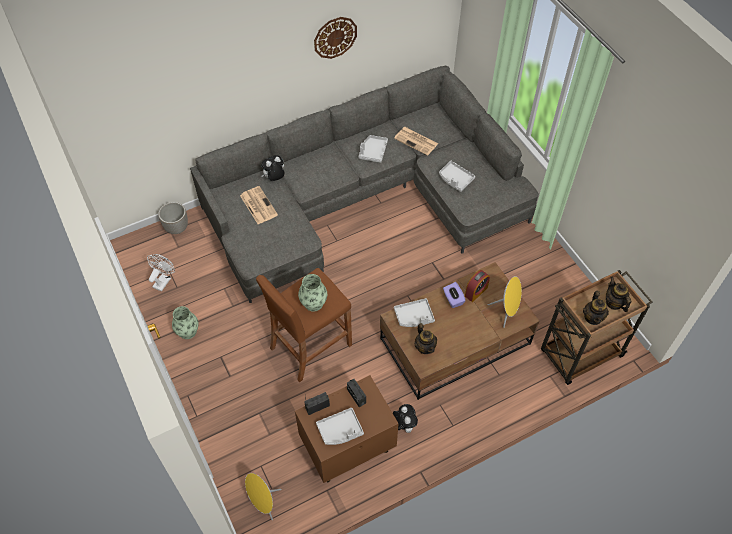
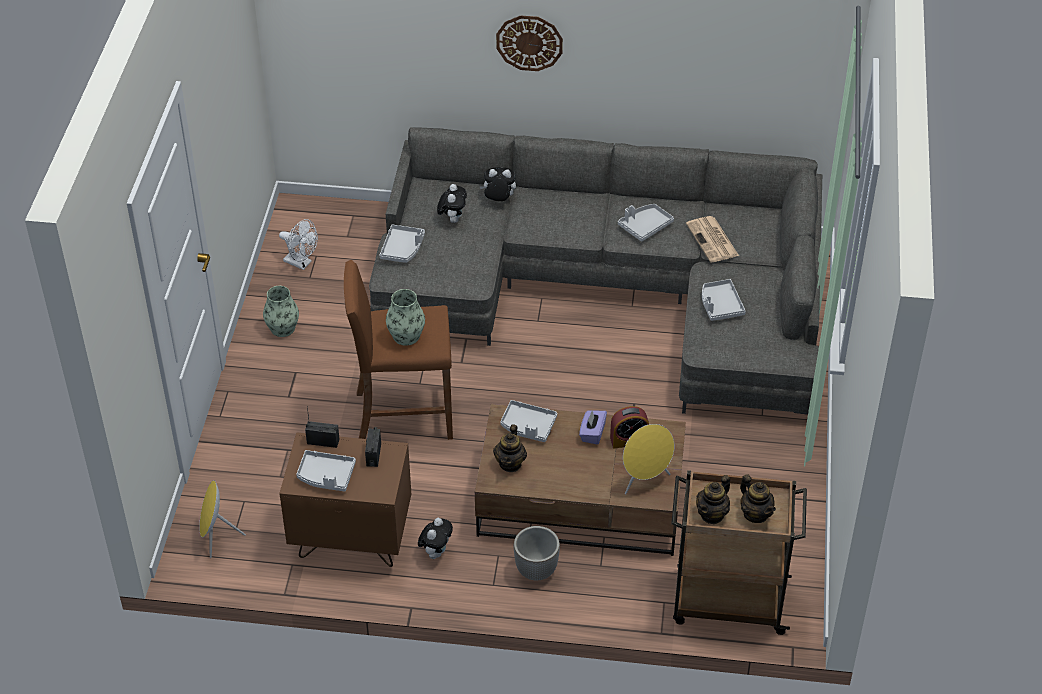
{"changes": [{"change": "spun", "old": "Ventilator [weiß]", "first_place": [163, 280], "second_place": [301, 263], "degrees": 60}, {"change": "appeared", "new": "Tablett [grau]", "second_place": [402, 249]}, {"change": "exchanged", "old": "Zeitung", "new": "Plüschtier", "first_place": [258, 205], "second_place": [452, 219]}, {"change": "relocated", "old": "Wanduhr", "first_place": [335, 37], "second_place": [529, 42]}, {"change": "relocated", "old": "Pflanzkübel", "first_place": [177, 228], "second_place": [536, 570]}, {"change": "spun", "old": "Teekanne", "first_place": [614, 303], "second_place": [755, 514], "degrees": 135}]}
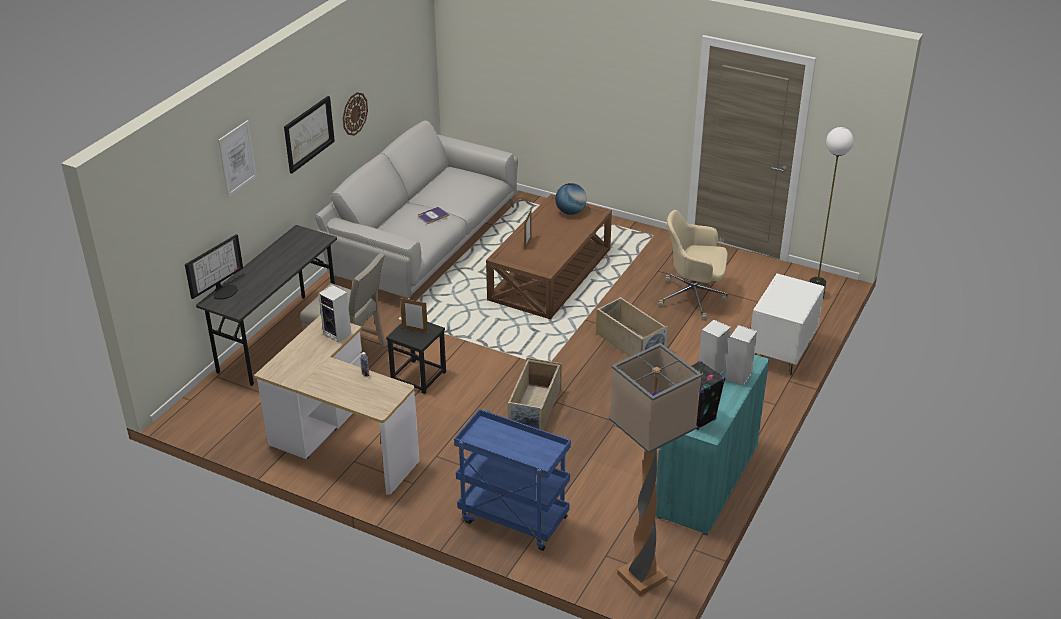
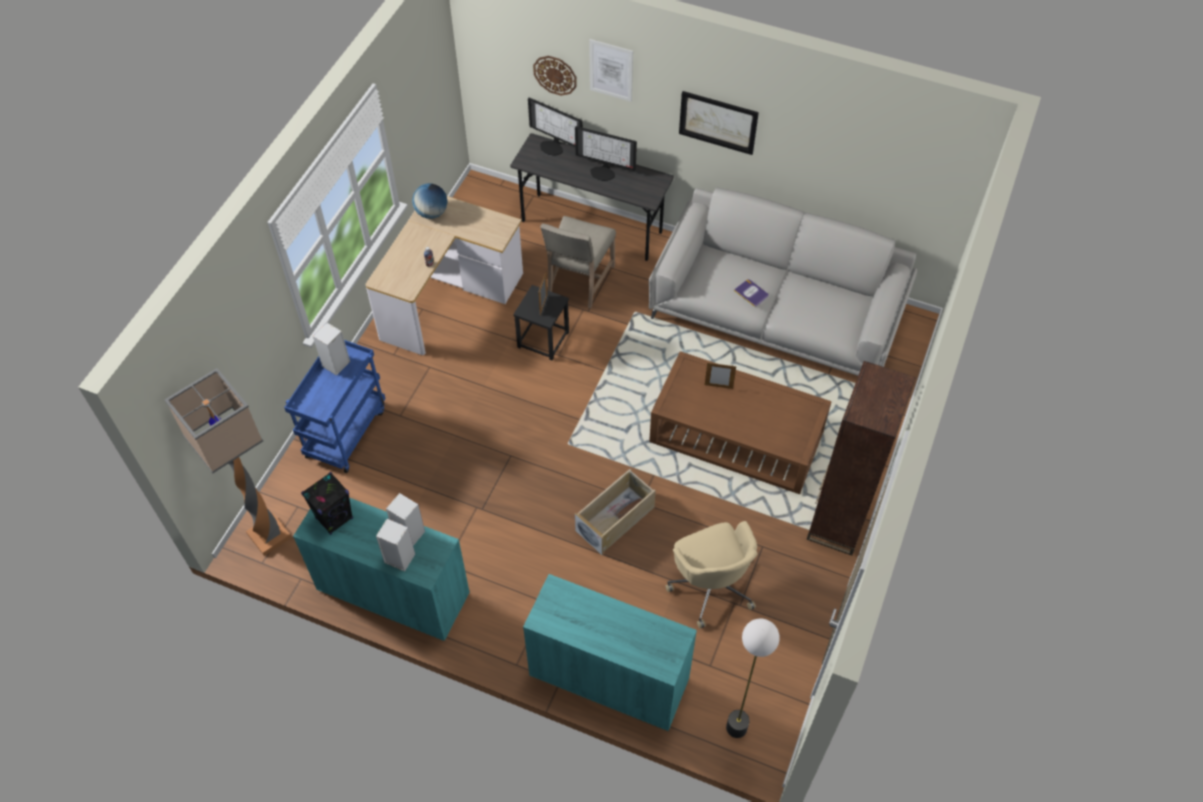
{"changes": [{"change": "relocated", "old": "Lautsprecher", "first_place": [338, 333], "second_place": [336, 365]}, {"change": "relocated", "old": "Globus", "first_place": [570, 212], "second_place": [431, 213]}, {"change": "exchanged", "old": "Nachttisch [weiß]", "new": "Schrank [türkis]", "first_place": [781, 354], "second_place": [609, 677]}, {"change": "relocated", "old": "Wanduhr", "first_place": [354, 113], "second_place": [555, 75]}, {"change": "appeared", "new": "Monitor", "second_place": [603, 171]}, {"change": "spun", "old": "Bürostuhl [beige]", "first_place": [693, 297], "second_place": [711, 585], "degrees": 150}, {"change": "appeared", "new": "Bücherregal [braun]", "second_place": [838, 519]}, {"change": "missing", "old": "Aufbewahrungsbox [beige]", "first_place": [534, 409]}]}
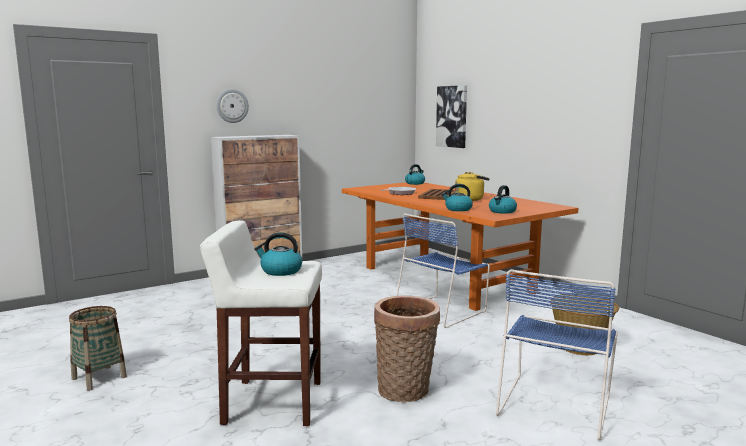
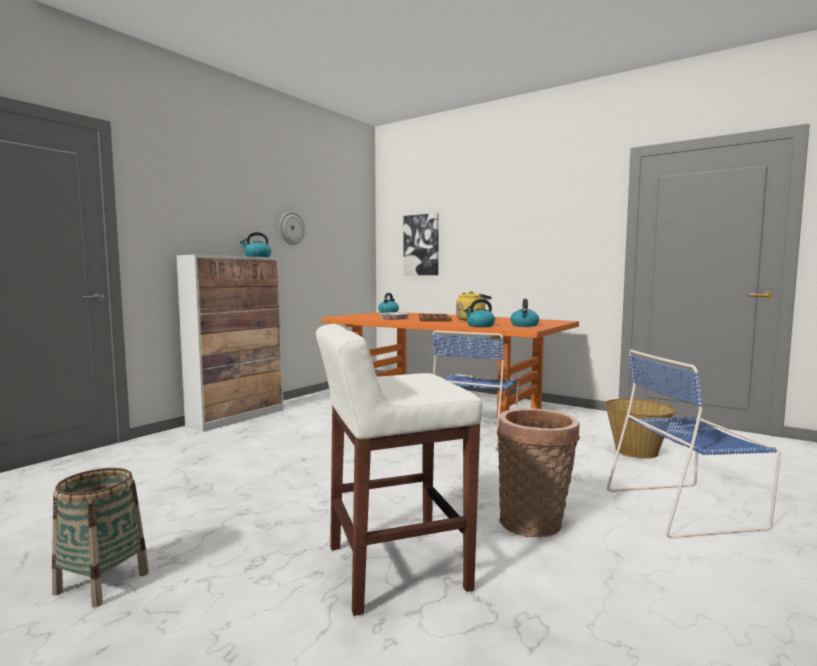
{"changes": [{"change": "relocated", "old": "Wasserkessel", "first_place": [280, 271], "second_place": [257, 257]}, {"change": "relocated", "old": "Wanduhr", "first_place": [232, 105], "second_place": [291, 228]}, {"change": "spun", "old": "Stuhl [blau]", "first_place": [555, 403], "second_place": [687, 508], "degrees": 75}]}
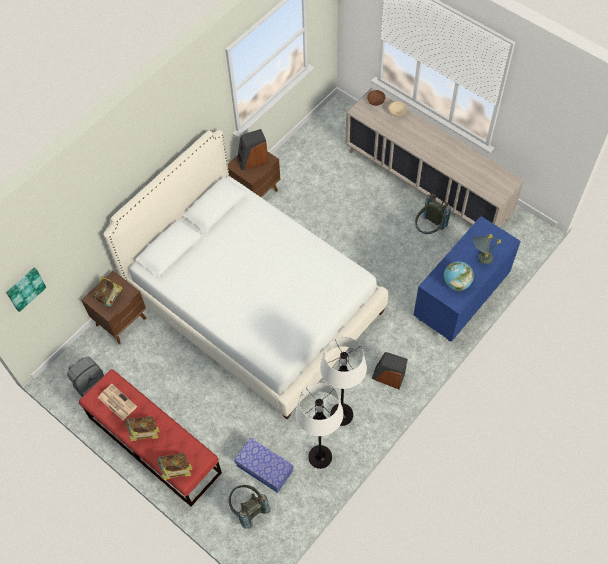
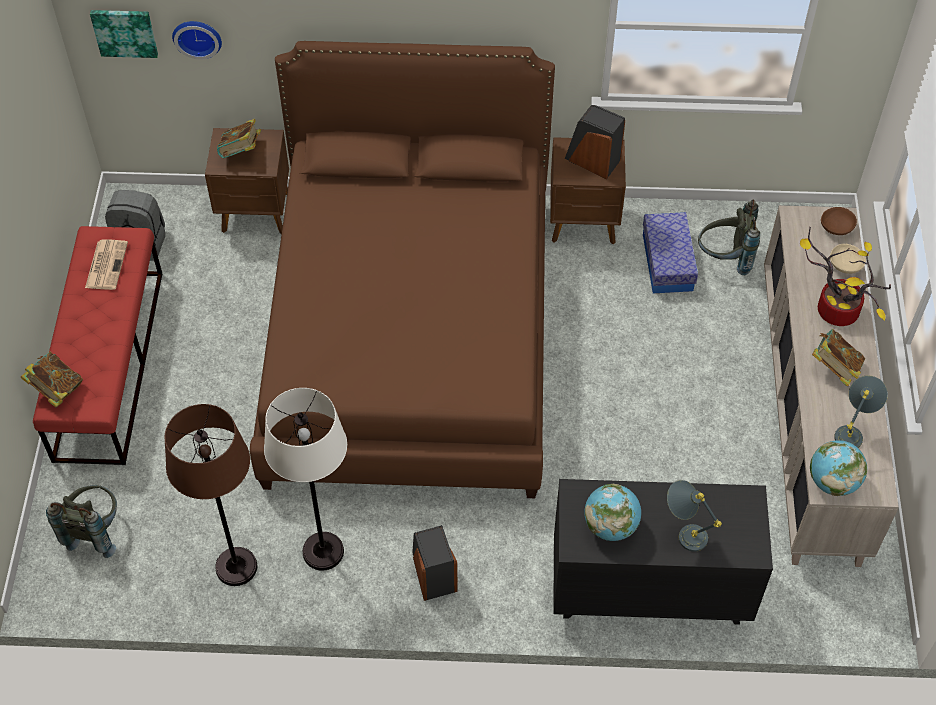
{"changes": [{"change": "colour", "old": "Stehlampe [weiß]", "new": "Stehlampe [braun]", "first_place": [320, 457], "second_place": [236, 567]}, {"change": "appeared", "new": "Wanduhr", "second_place": [197, 36]}, {"change": "colour", "old": "Bett [weiß]", "new": "Bett [braun]", "first_place": [255, 303], "second_place": [410, 335]}, {"change": "colour", "old": "Kommode [blau]", "new": "Kommode [schwarz]", "first_place": [460, 300], "second_place": [648, 588]}, {"change": "relocated", "old": "Aufbewahrungsbox", "first_place": [264, 468], "second_place": [667, 262]}, {"change": "relocated", "old": "Rucksack [grau]", "first_place": [429, 229], "second_place": [724, 259]}, {"change": "appeared", "new": "Topfpflanze", "second_place": [833, 311]}, {"change": "appeared", "new": "Globus", "second_place": [832, 482]}, {"change": "relocated", "old": "Buch", "first_place": [143, 432], "second_place": [834, 368]}, {"change": "appeared", "new": "Tischlampe [grau]", "second_place": [853, 431]}]}
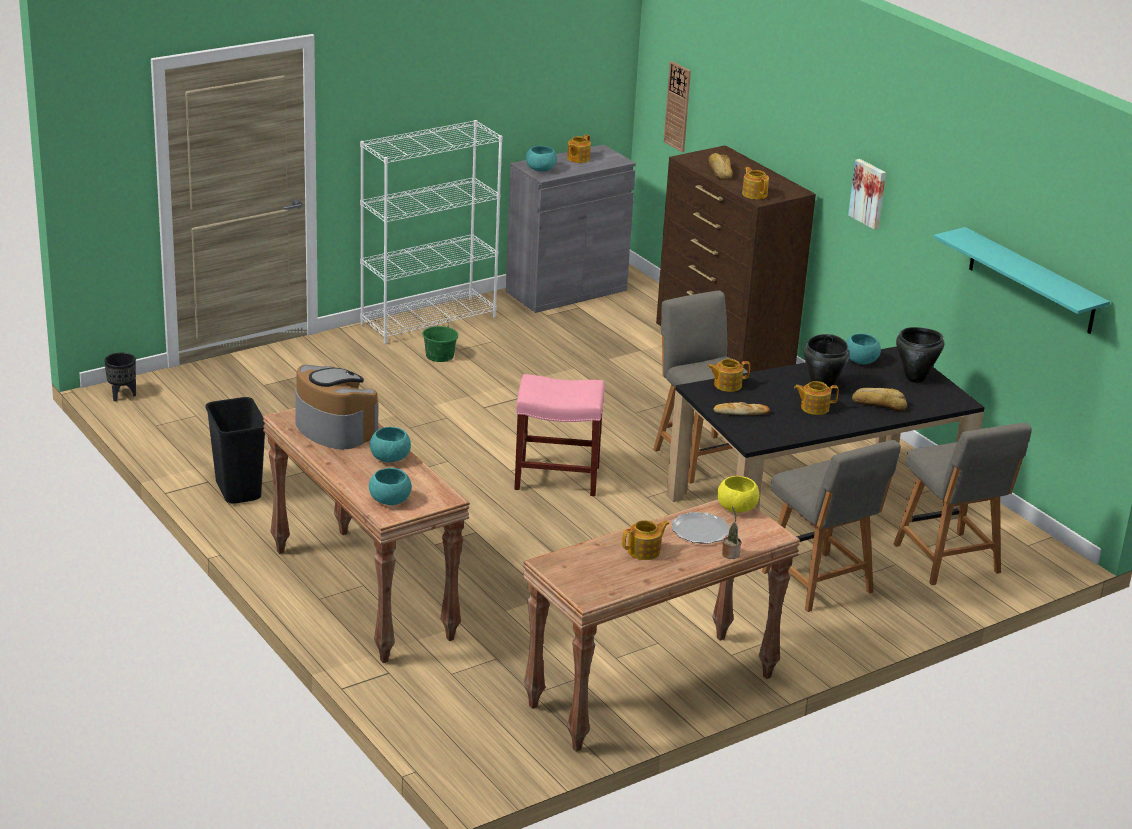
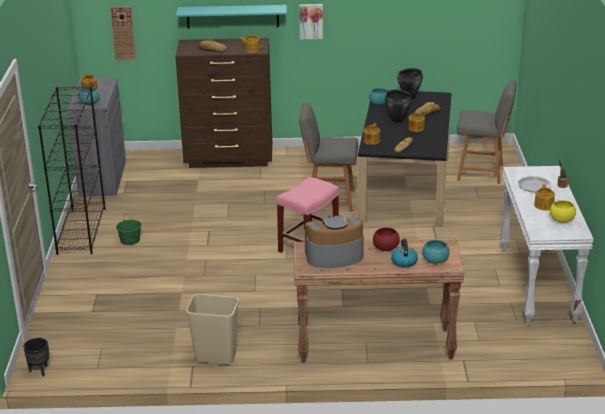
{"changes": [{"change": "colour", "old": "Bücherregal [weiß]", "new": "Bücherregal [schwarz]", "first_place": [429, 320], "second_place": [81, 230]}, {"change": "relocated", "old": "Wandregal [türkis]", "first_place": [1031, 281], "second_place": [232, 16]}, {"change": "colour", "old": "Mülleimer [schwarz]", "new": "Mülleimer [beige]", "first_place": [237, 490], "second_place": [215, 357]}, {"change": "colour", "old": "Schüssel [türkis]", "new": "Schüssel [rot]", "first_place": [390, 458], "second_place": [385, 248]}, {"change": "appeared", "new": "Wasserkessel", "second_place": [404, 261]}, {"change": "colour", "old": "Konsolentisch [braun]", "new": "Konsolentisch [weiß]", "first_place": [652, 692], "second_place": [538, 285]}, {"change": "relocated", "old": "Schüssel [gelb]", "first_place": [737, 508], "second_place": [561, 220]}, {"change": "missing", "old": "Stuhl [grau]", "first_place": [819, 584]}]}
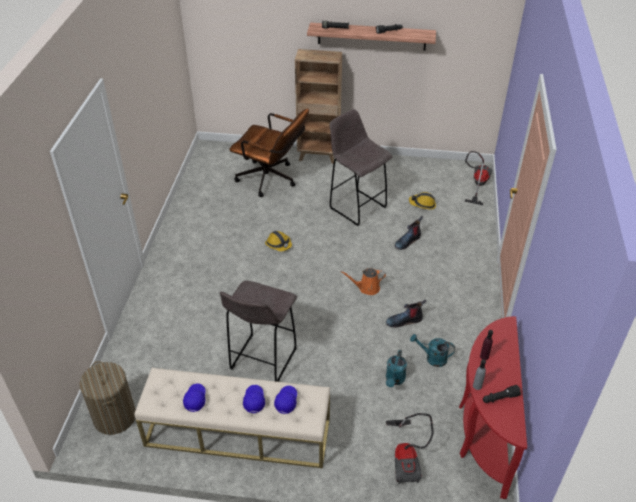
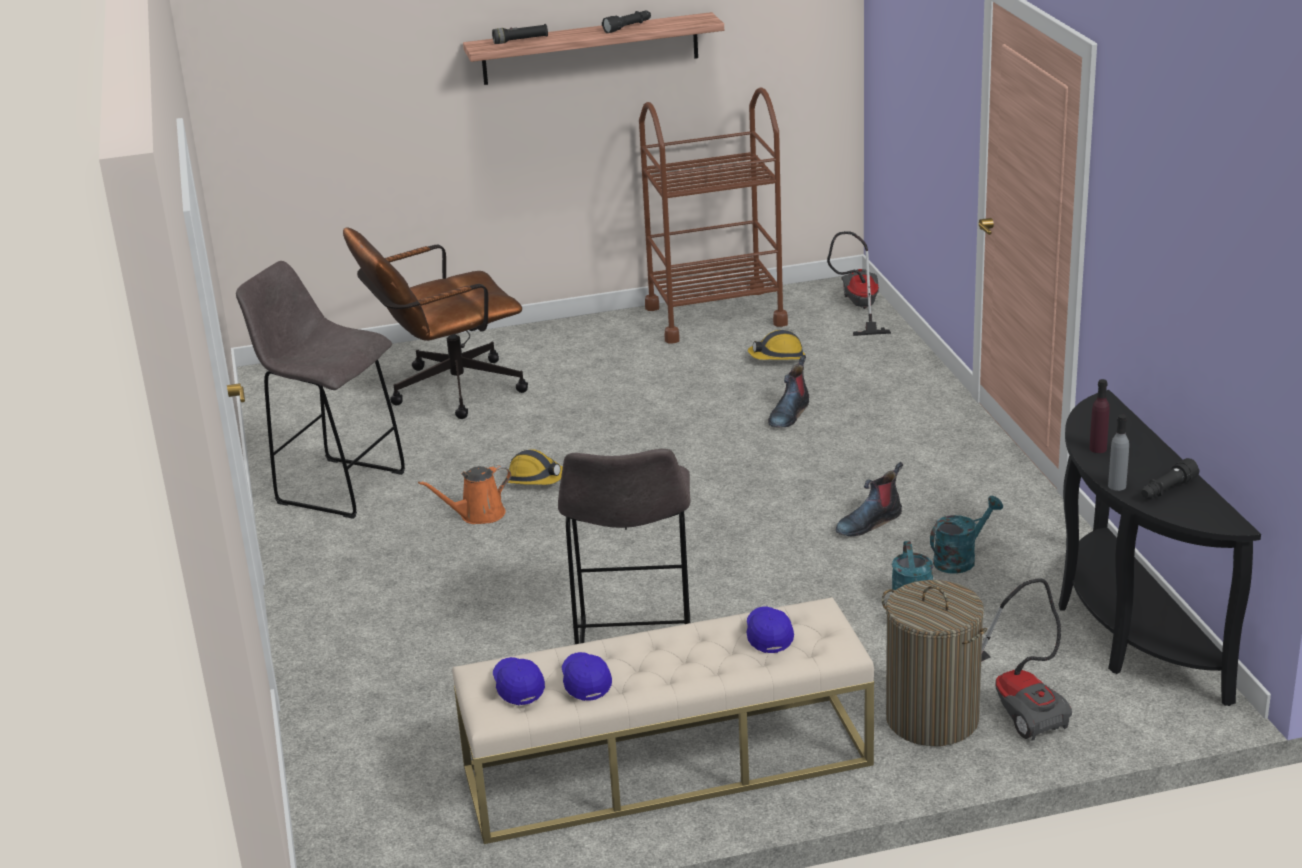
{"changes": [{"change": "relocated", "old": "Hocker [grau]", "first_place": [356, 207], "second_place": [337, 487]}, {"change": "spun", "old": "Bürostuhl [braun]", "first_place": [271, 180], "second_place": [445, 391], "degrees": 150}, {"change": "relocated", "old": "Gießkanne [orange]", "first_place": [367, 288], "second_place": [478, 515]}, {"change": "relocated", "old": "Kappe [blau]", "first_place": [254, 401], "second_place": [518, 687]}, {"change": "appeared", "new": "Rollwagen [braun]", "second_place": [715, 316]}, {"change": "relocated", "old": "Wäschekorb", "first_place": [114, 417], "second_place": [931, 719]}, {"change": "spun", "old": "Gießkanne [türkis]", "first_place": [432, 358], "second_place": [960, 559], "degrees": 150}, {"change": "colour", "old": "Konsolentisch [rot]", "new": "Konsolentisch [schwarz]", "first_place": [482, 432], "second_place": [1126, 630]}, {"change": "missing", "old": "Bücherregal [braun]", "first_place": [318, 156]}]}
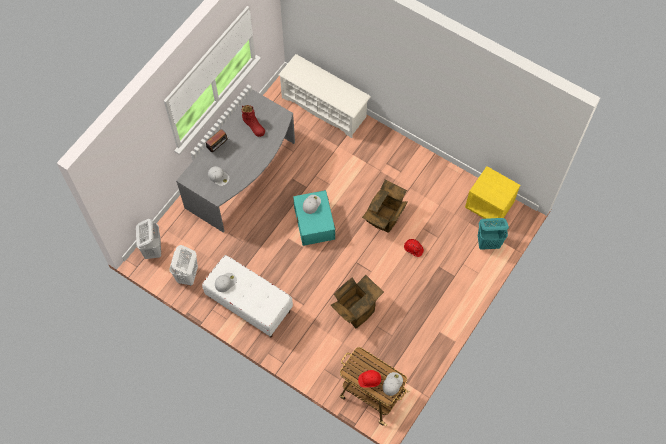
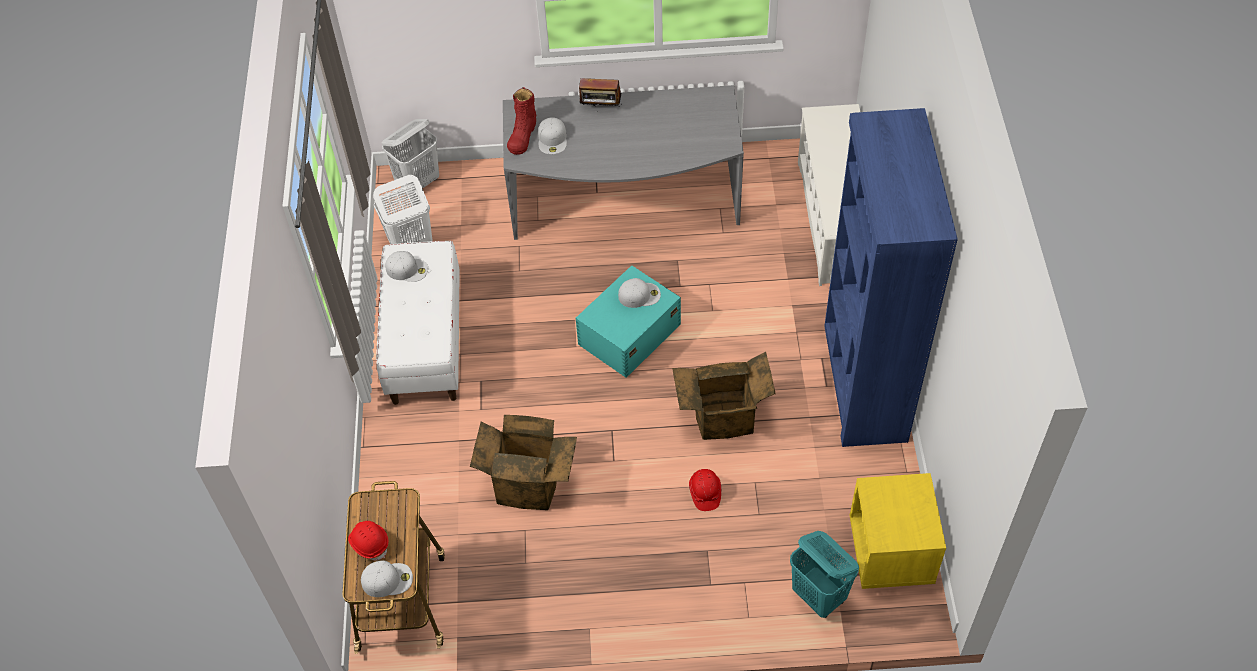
{"changes": [{"change": "relocated", "old": "Stiefel [rot]", "first_place": [253, 126], "second_place": [522, 135]}, {"change": "appeared", "new": "Bücherregal [blau]", "second_place": [863, 383]}]}
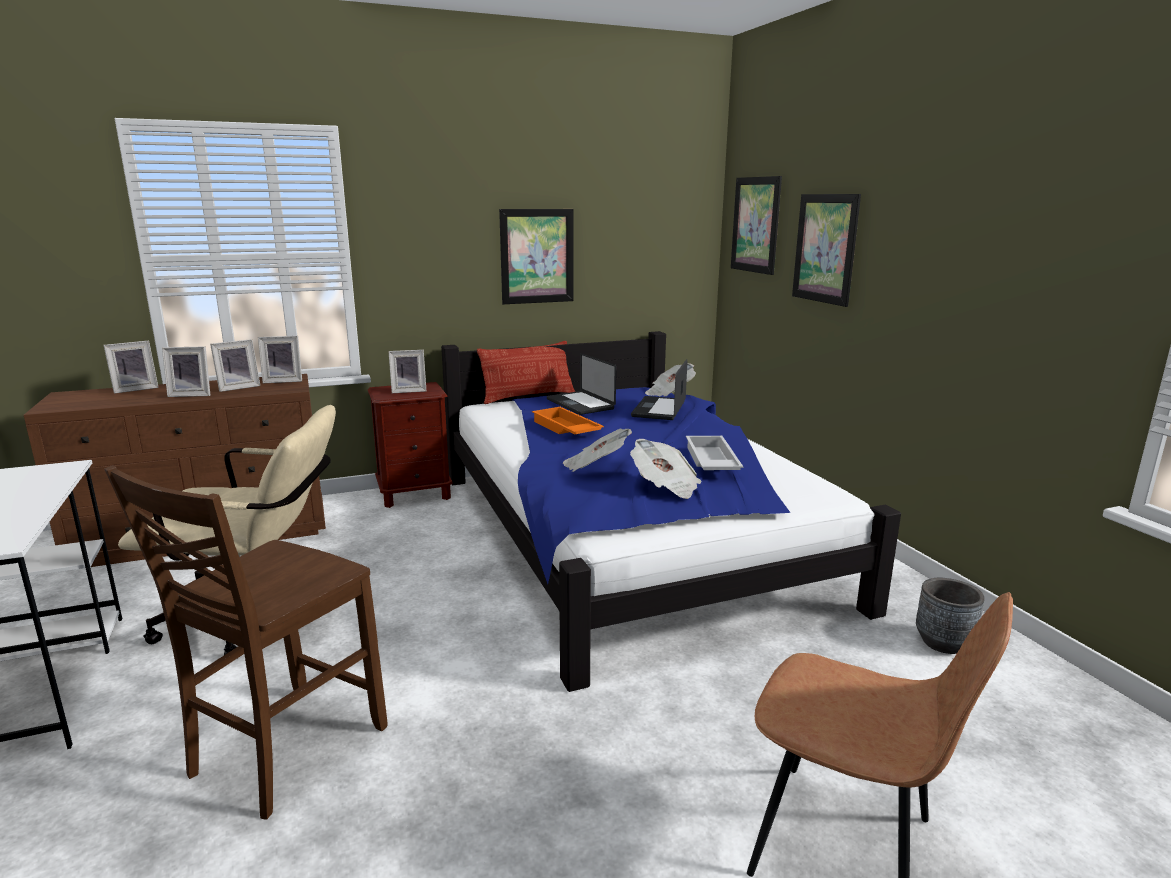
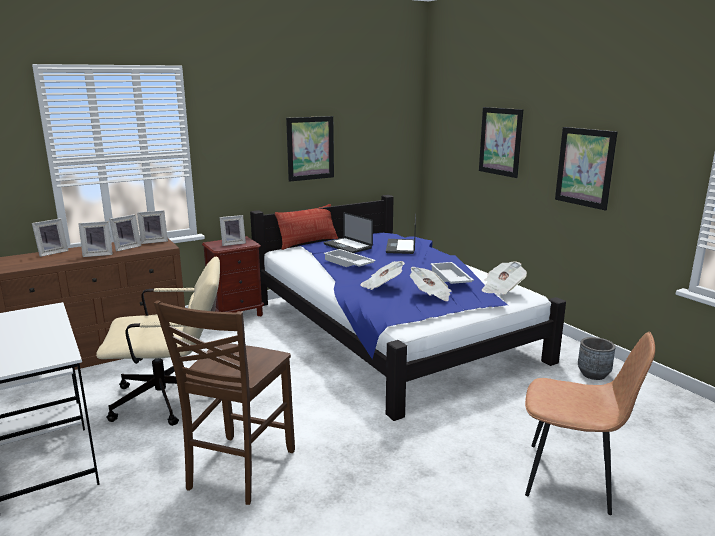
{"changes": [{"change": "colour", "old": "Tablett [orange]", "new": "Tablett [weiß]", "first_place": [565, 429], "second_place": [348, 263]}, {"change": "relocated", "old": "Zeitung", "first_place": [669, 393], "second_place": [501, 289]}, {"change": "relocated", "old": "Bild", "first_place": [755, 225], "second_place": [585, 167]}]}
